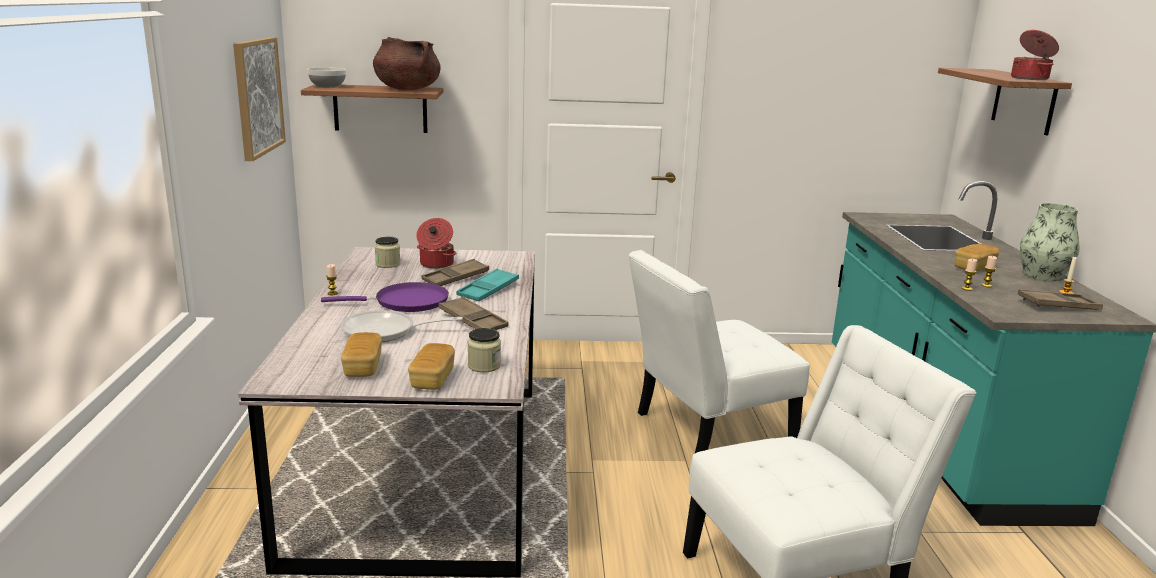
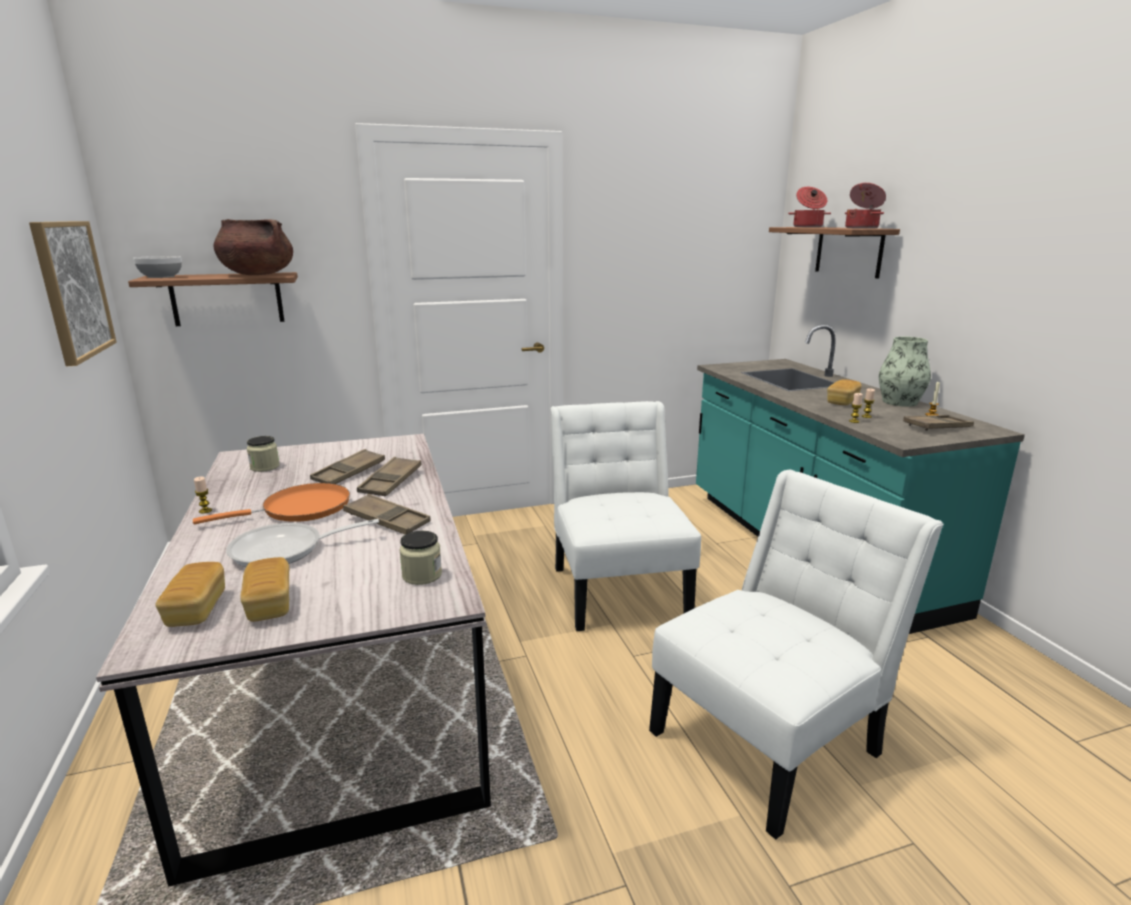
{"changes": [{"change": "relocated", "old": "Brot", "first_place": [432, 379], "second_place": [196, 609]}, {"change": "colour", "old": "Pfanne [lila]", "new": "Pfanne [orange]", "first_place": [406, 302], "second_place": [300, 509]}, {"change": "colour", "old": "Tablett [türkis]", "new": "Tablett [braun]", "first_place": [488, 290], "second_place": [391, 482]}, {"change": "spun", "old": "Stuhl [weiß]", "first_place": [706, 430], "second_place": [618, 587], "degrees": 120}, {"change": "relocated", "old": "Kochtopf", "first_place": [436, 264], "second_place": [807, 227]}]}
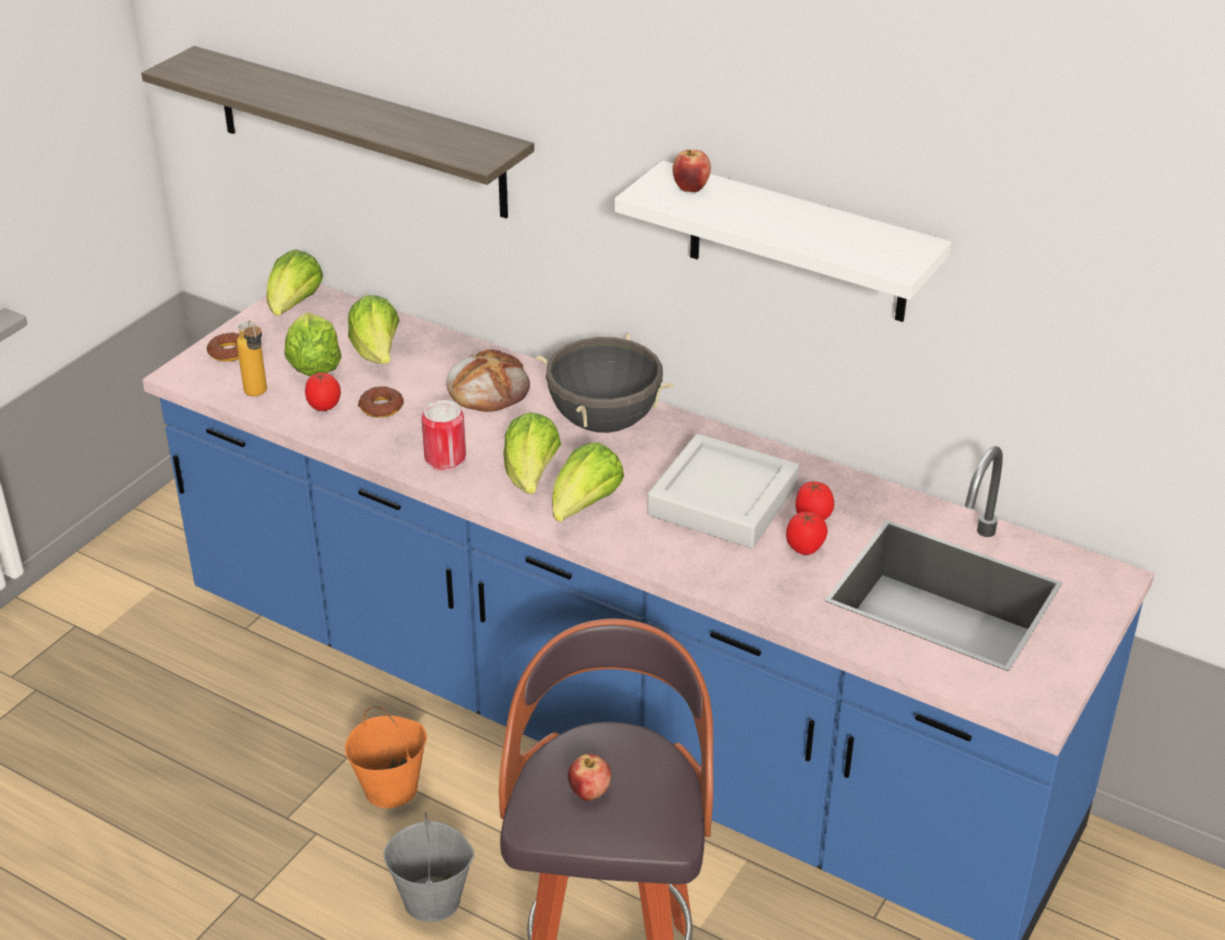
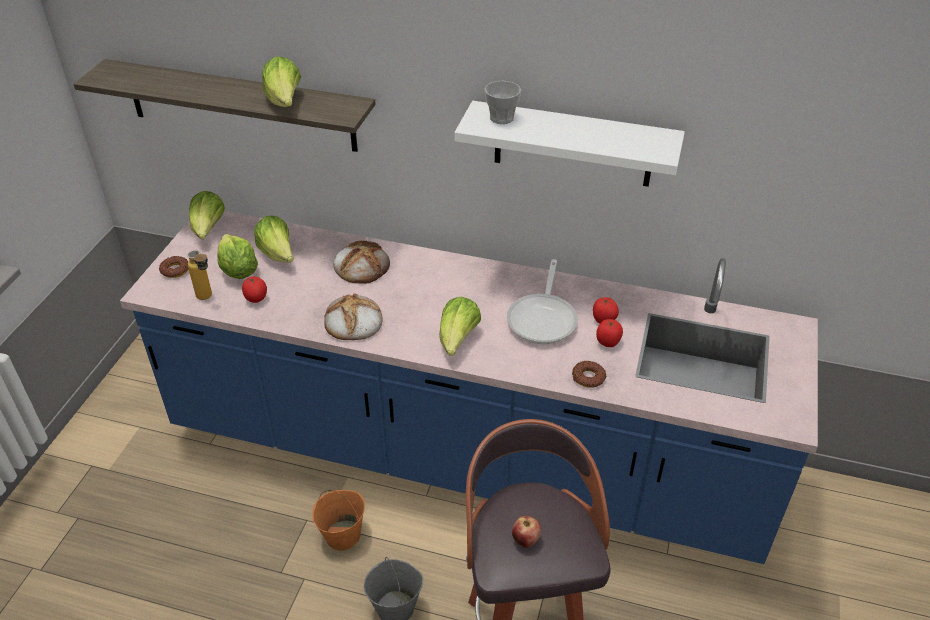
{"changes": [{"change": "relocated", "old": "Salatkopf", "first_place": [531, 477], "second_place": [284, 102]}, {"change": "exchanged", "old": "Dose", "new": "Brot", "first_place": [445, 458], "second_place": [353, 322]}, {"change": "exchanged", "old": "Apfel", "new": "Tasse", "first_place": [691, 188], "second_place": [501, 118]}, {"change": "exchanged", "old": "Tablett [grau]", "new": "Pfanne", "first_place": [723, 500], "second_place": [543, 318]}, {"change": "relocated", "old": "Donut", "first_place": [381, 407], "second_place": [588, 377]}, {"change": "missing", "old": "Kochtopf [schwarz]", "first_place": [603, 421]}]}
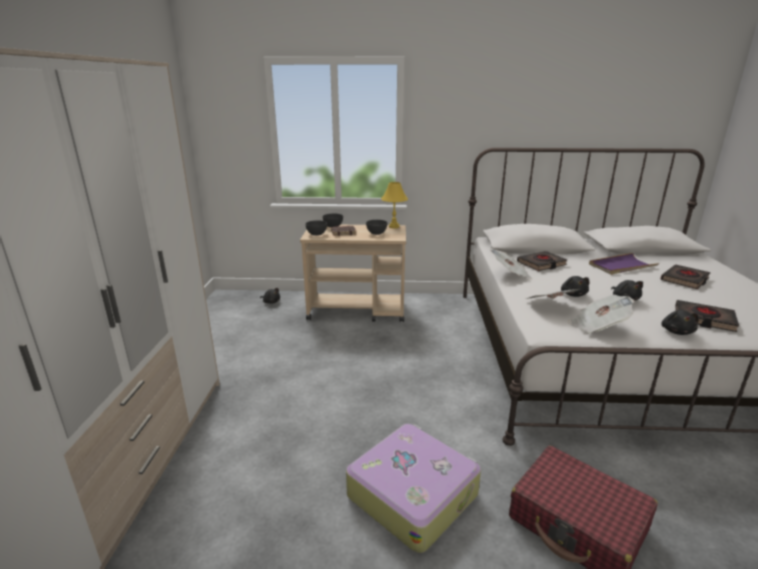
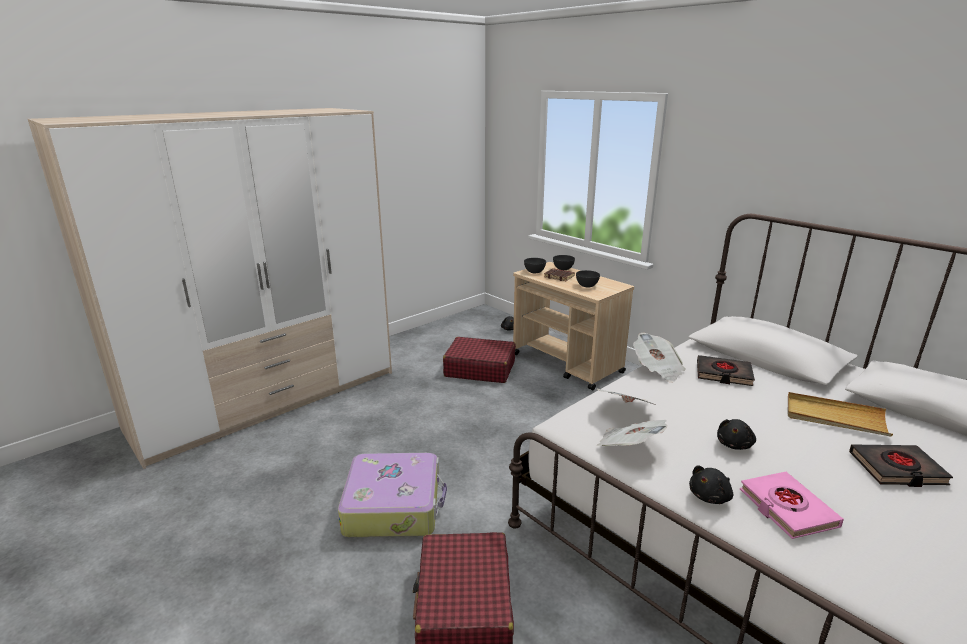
{"changes": [{"change": "appeared", "new": "Koffer [rot]", "second_place": [479, 369]}, {"change": "colour", "old": "Buch [schwarz]", "new": "Buch [rosa]", "first_place": [704, 319], "second_place": [787, 508]}, {"change": "colour", "old": "Tablett [lila]", "new": "Tablett [beige]", "first_place": [621, 266], "second_place": [835, 417]}, {"change": "missing", "old": "Tischlampe [gelb]", "first_place": [394, 227]}, {"change": "missing", "old": "Plüschtier [schwarz]", "first_place": [573, 294]}]}
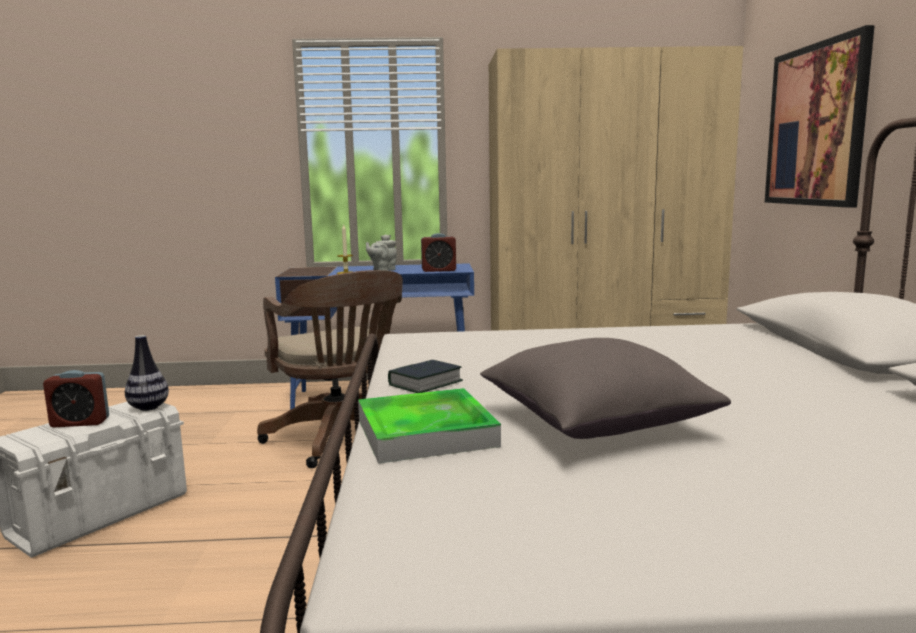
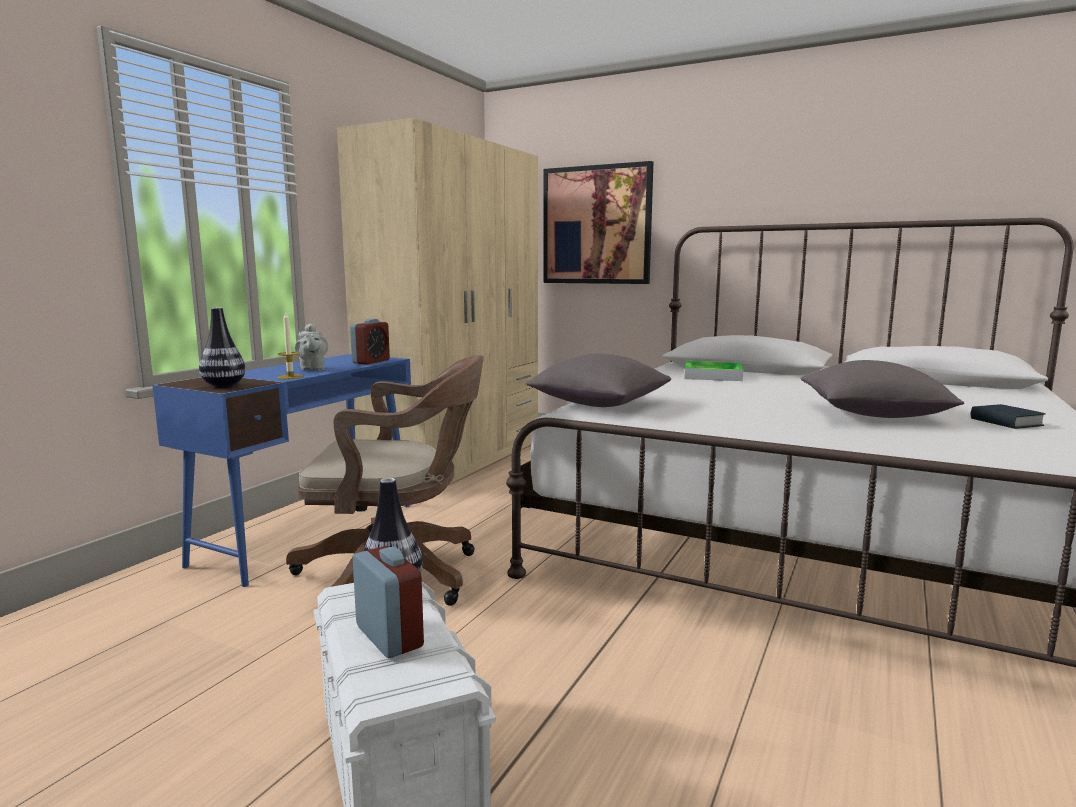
{"changes": [{"change": "appeared", "new": "Vase", "second_place": [223, 386]}, {"change": "spun", "old": "Wecker", "first_place": [80, 422], "second_place": [389, 637], "degrees": -60}, {"change": "appeared", "new": "Kissen [grau]", "second_place": [598, 404]}, {"change": "relocated", "old": "Tablett", "first_place": [426, 433], "second_place": [712, 375]}, {"change": "relocated", "old": "Buch", "first_place": [425, 383], "second_place": [1006, 422]}]}
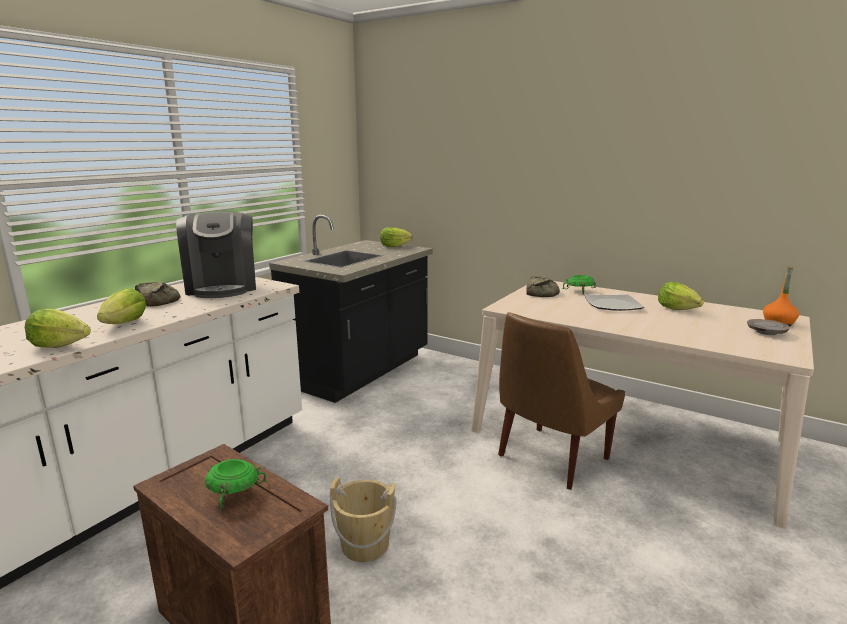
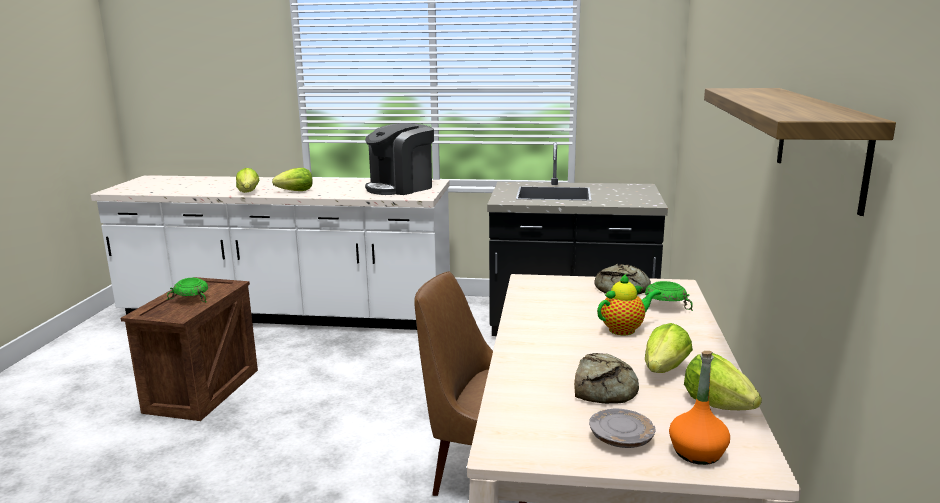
{"changes": [{"change": "relocated", "old": "Brot", "first_place": [157, 300], "second_place": [605, 387]}, {"change": "exchanged", "old": "Teller", "new": "Teekanne", "first_place": [613, 305], "second_place": [624, 329]}, {"change": "relocated", "old": "Salatkopf", "first_place": [394, 246], "second_place": [717, 404]}, {"change": "appeared", "new": "Wandregal", "second_place": [820, 143]}, {"change": "missing", "old": "Eimer [beige]", "first_place": [365, 545]}]}
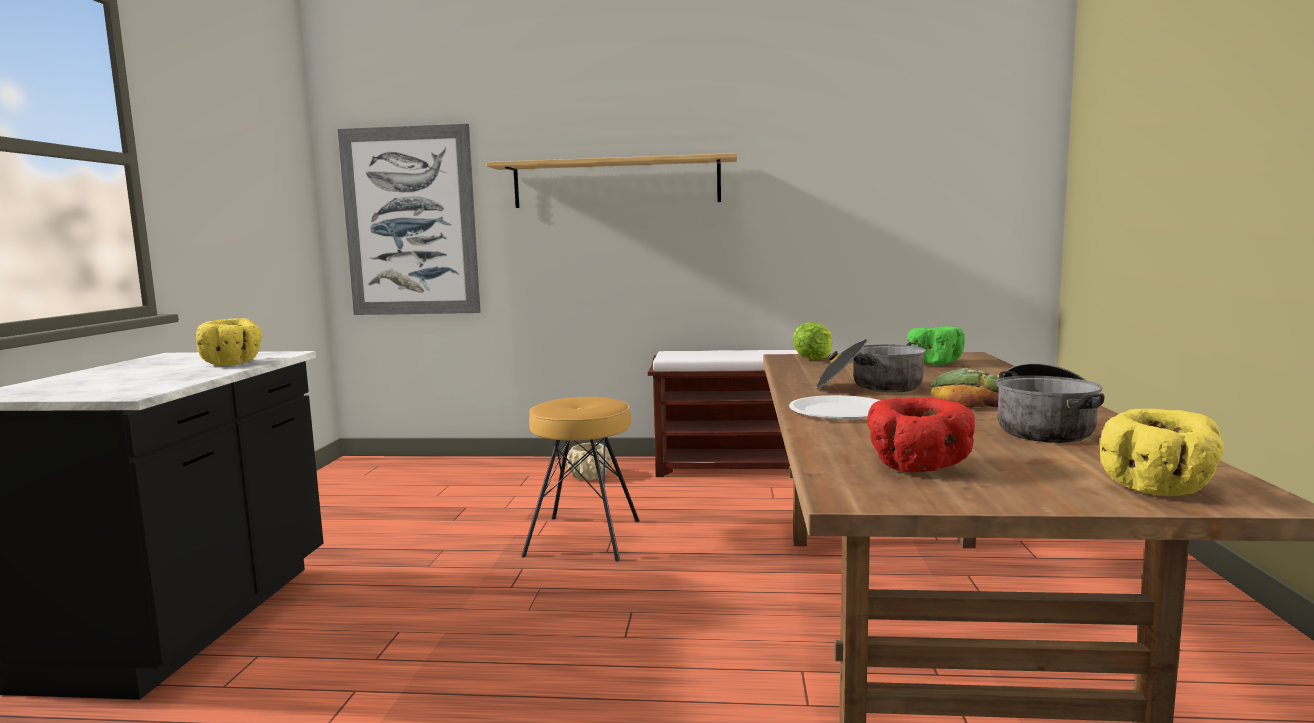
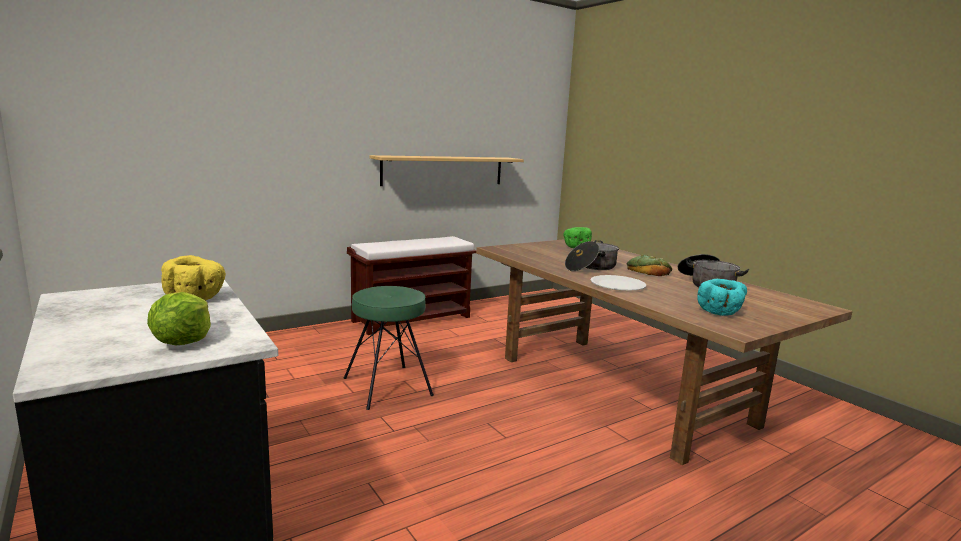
{"changes": [{"change": "relocated", "old": "Salatkopf", "first_place": [813, 358], "second_place": [183, 341]}, {"change": "colour", "old": "Hocker [braun]", "new": "Hocker [grün]", "first_place": [584, 537], "second_place": [388, 386]}, {"change": "relocated", "old": "Wandregal", "first_place": [616, 183], "second_place": [444, 170]}, {"change": "colour", "old": "Schüssel [rot]", "new": "Schüssel [türkis]", "first_place": [916, 468], "second_place": [720, 312]}, {"change": "missing", "old": "Bild", "first_place": [410, 221]}, {"change": "missing", "old": "Pflanzkübel [beige]", "first_place": [589, 476]}, {"change": "missing", "old": "Schüssel [gelb]", "first_place": [1160, 488]}]}
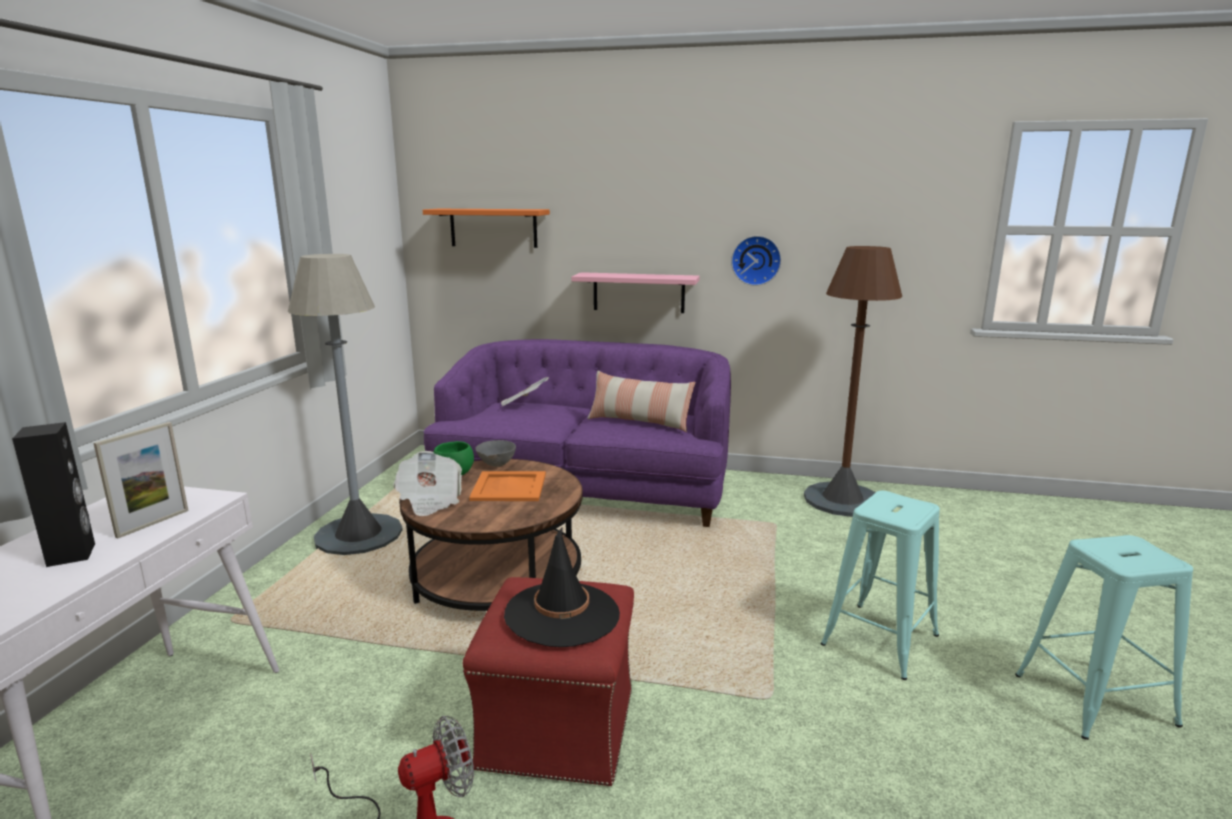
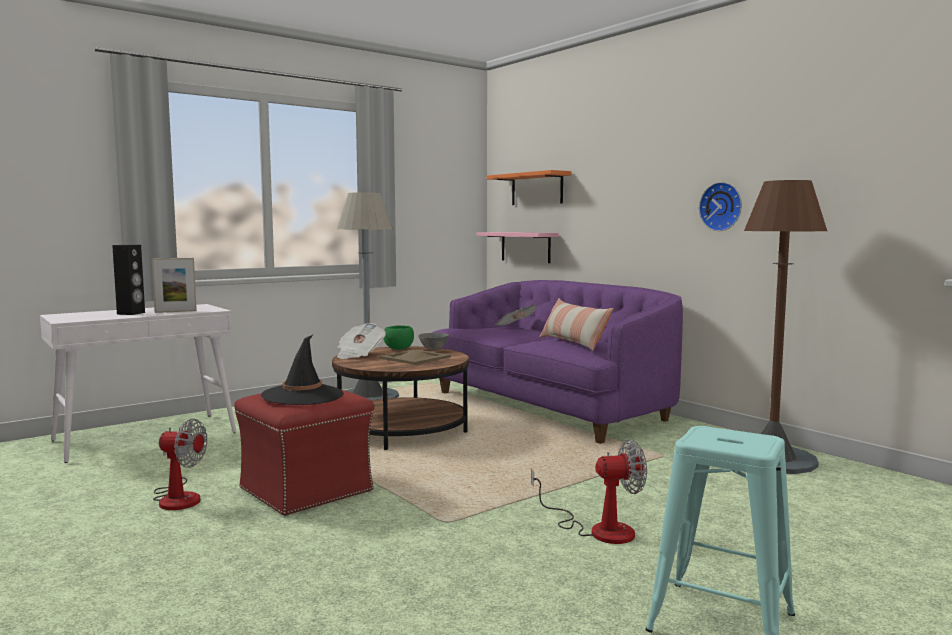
{"changes": [{"change": "colour", "old": "Tablett [orange]", "new": "Tablett [beige]", "first_place": [508, 486], "second_place": [414, 357]}, {"change": "relocated", "old": "Wandregal [rosa]", "first_place": [638, 292], "second_place": [525, 247]}, {"change": "exchanged", "old": "Hocker [türkis]", "new": "Ventilator", "first_place": [880, 640], "second_place": [598, 529]}]}
